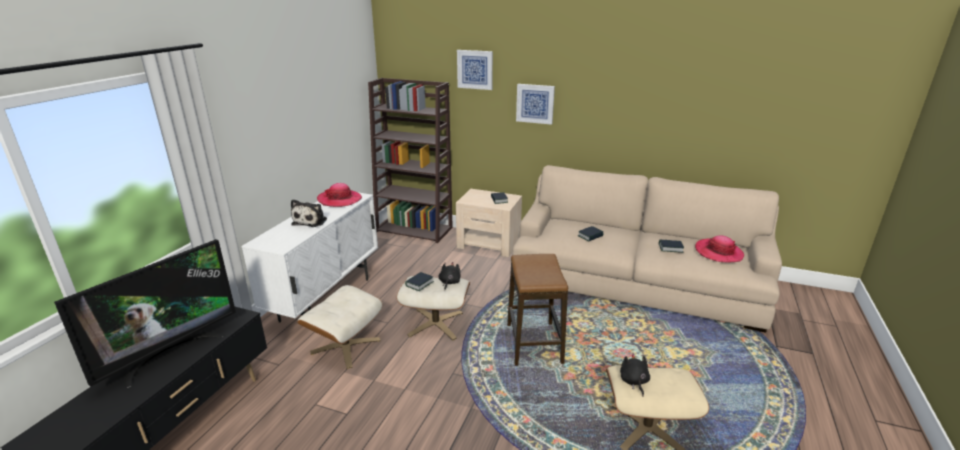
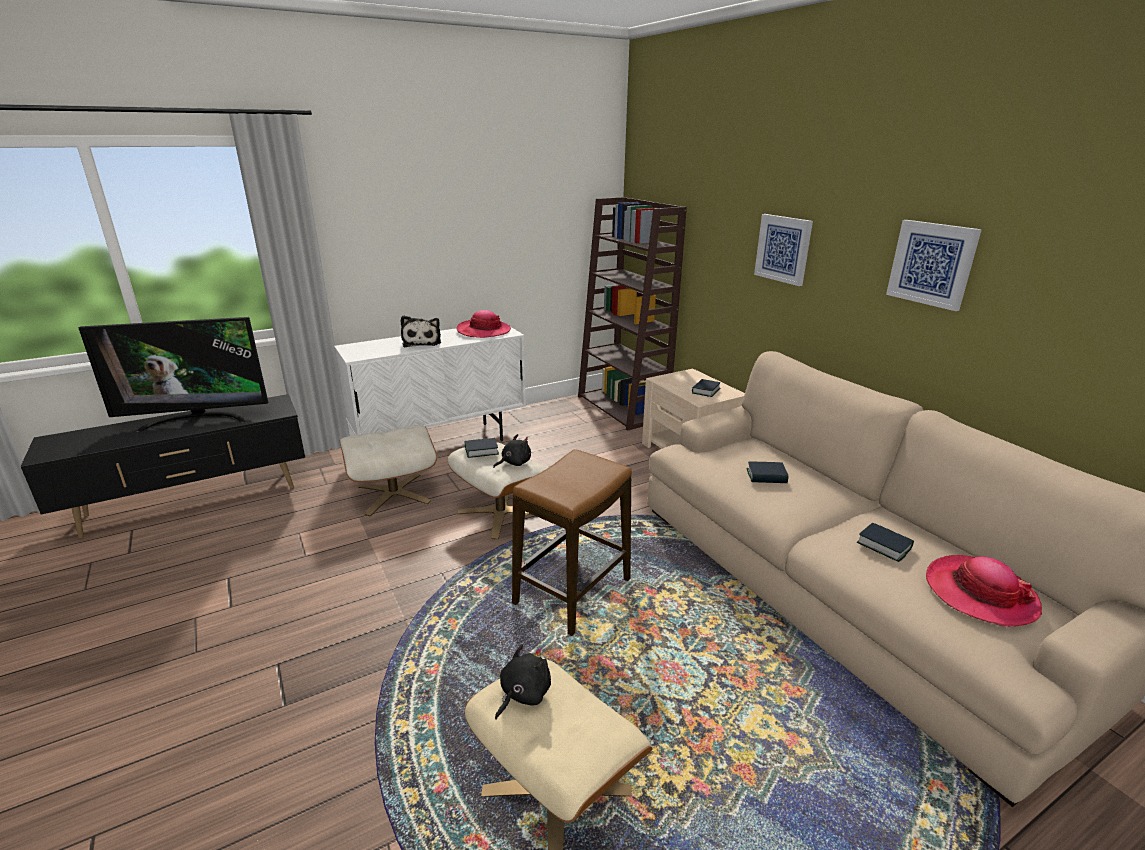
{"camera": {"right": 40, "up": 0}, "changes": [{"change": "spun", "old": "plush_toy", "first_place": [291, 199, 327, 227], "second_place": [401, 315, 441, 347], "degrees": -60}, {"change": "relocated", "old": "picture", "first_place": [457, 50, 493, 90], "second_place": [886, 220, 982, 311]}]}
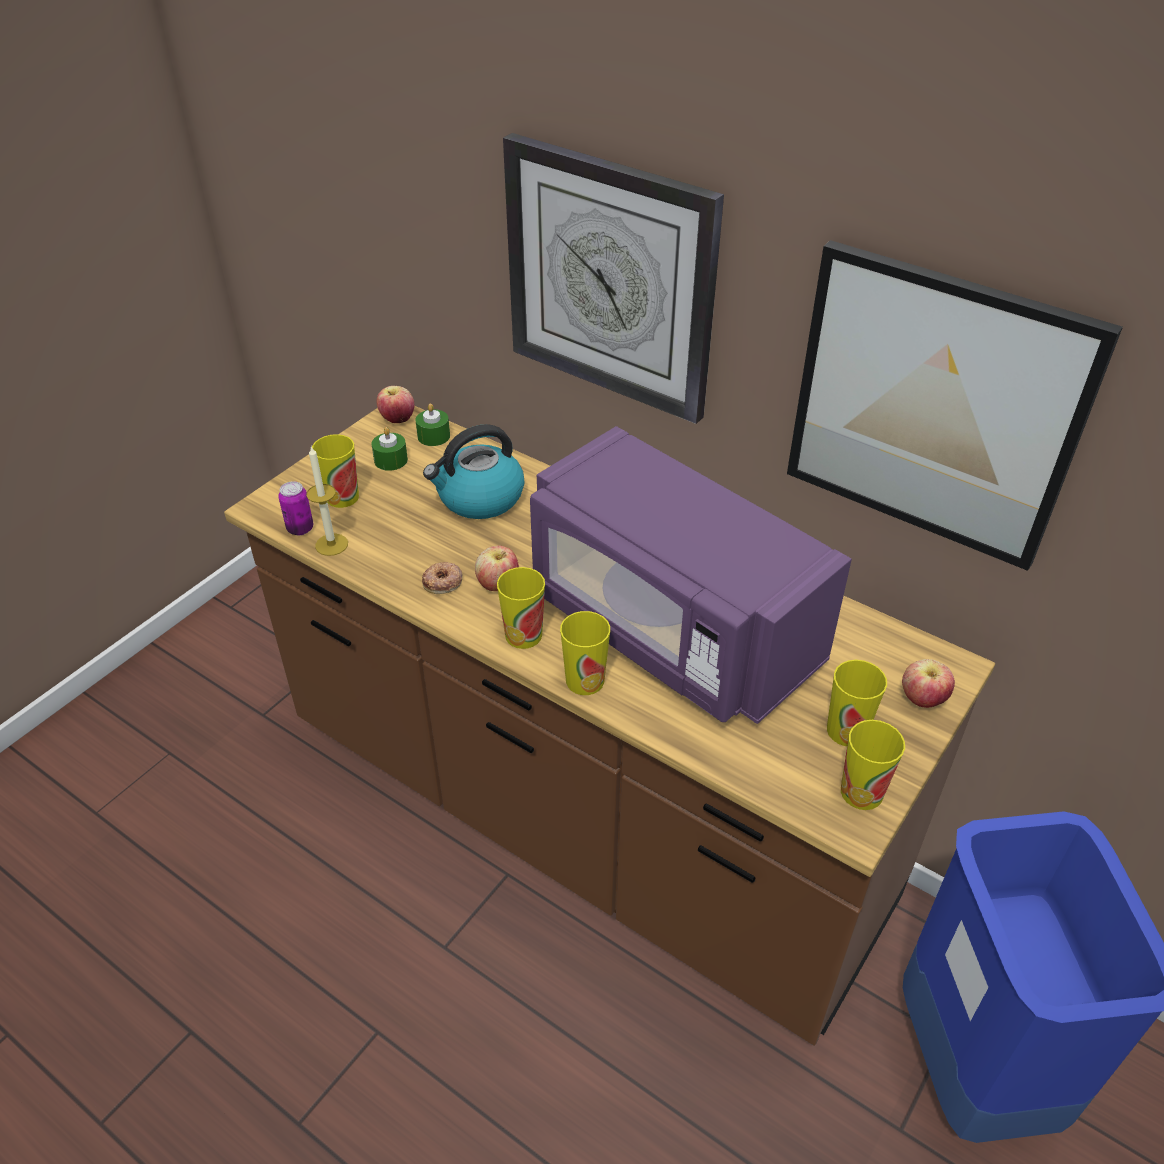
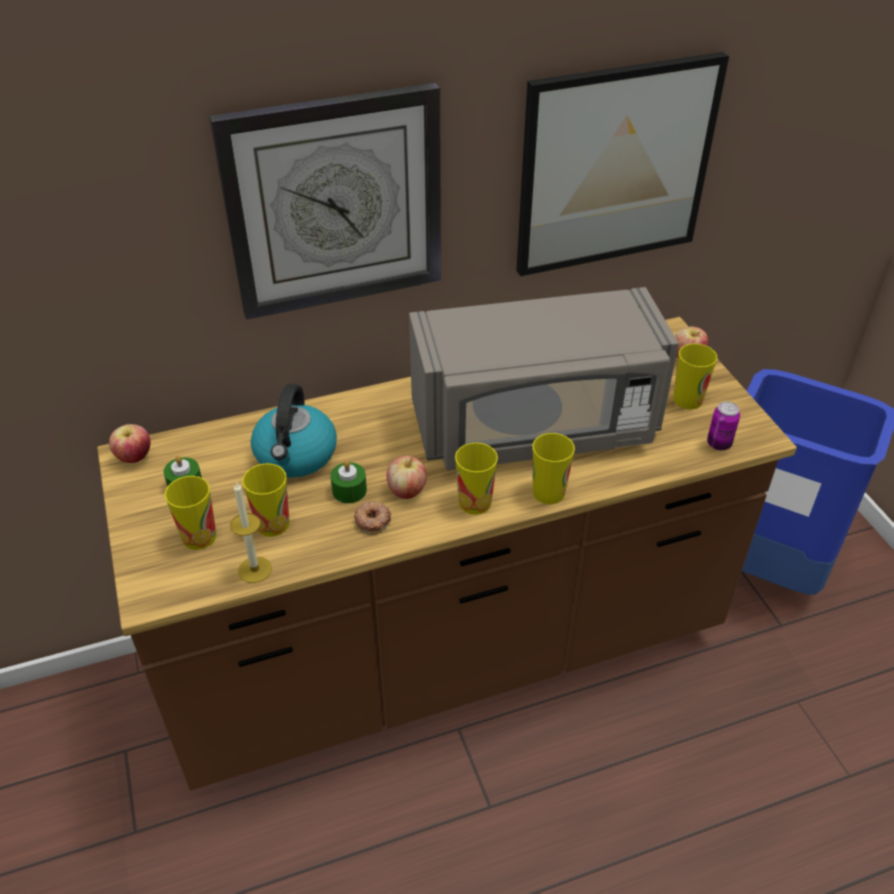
{"camera": {"right": -55, "up": 0}, "changes": [{"change": "relocated", "old": "cup", "first_place": [841, 720, 905, 810], "second_place": [242, 463, 290, 537]}, {"change": "relocated", "old": "green_candle", "first_place": [415, 404, 450, 446], "second_place": [330, 460, 367, 503]}, {"change": "colour", "old": "purple_microwave", "new": "grey_microwave", "first_place": [530, 426, 852, 724], "second_place": [409, 287, 679, 470]}, {"change": "relocated", "old": "can", "first_place": [278, 481, 314, 535], "second_place": [707, 402, 740, 450]}]}
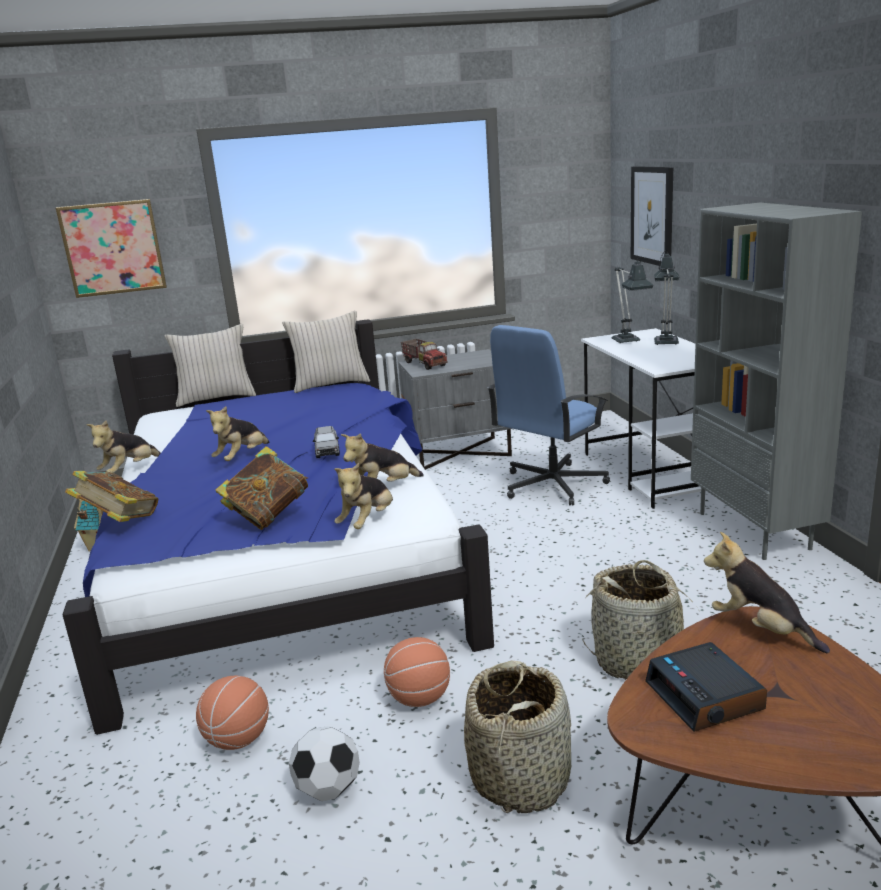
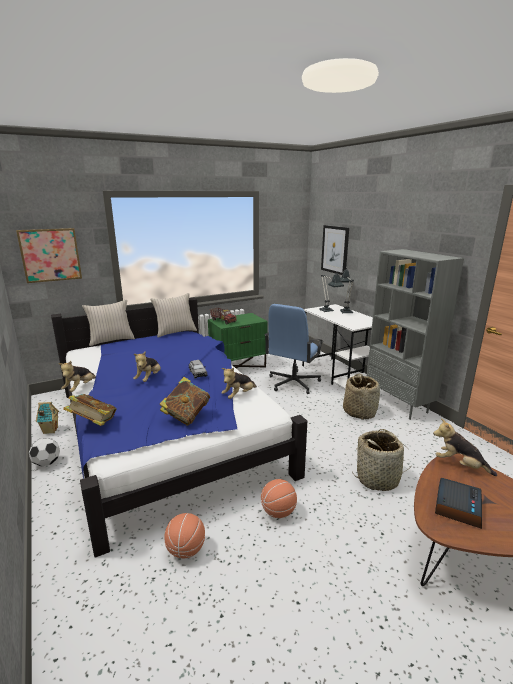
{"camera": {"right": -15, "up": 0}, "changes": [{"change": "relocated", "old": "football", "first_place": [289, 726, 360, 801], "second_place": [29, 438, 60, 467]}, {"change": "colour", "old": "grey_nightstand", "new": "green_nightstand", "first_place": [398, 349, 512, 470], "second_place": [208, 313, 268, 368]}, {"change": "relocated", "old": "basket", "first_place": [464, 661, 571, 813], "second_place": [343, 374, 380, 419]}, {"change": "spun", "old": "alarm_clock", "first_place": [645, 642, 767, 732], "second_place": [435, 478, 482, 529], "degrees": -120}, {"change": "missing", "old": "plush_toy", "first_place": [334, 463, 393, 529]}]}
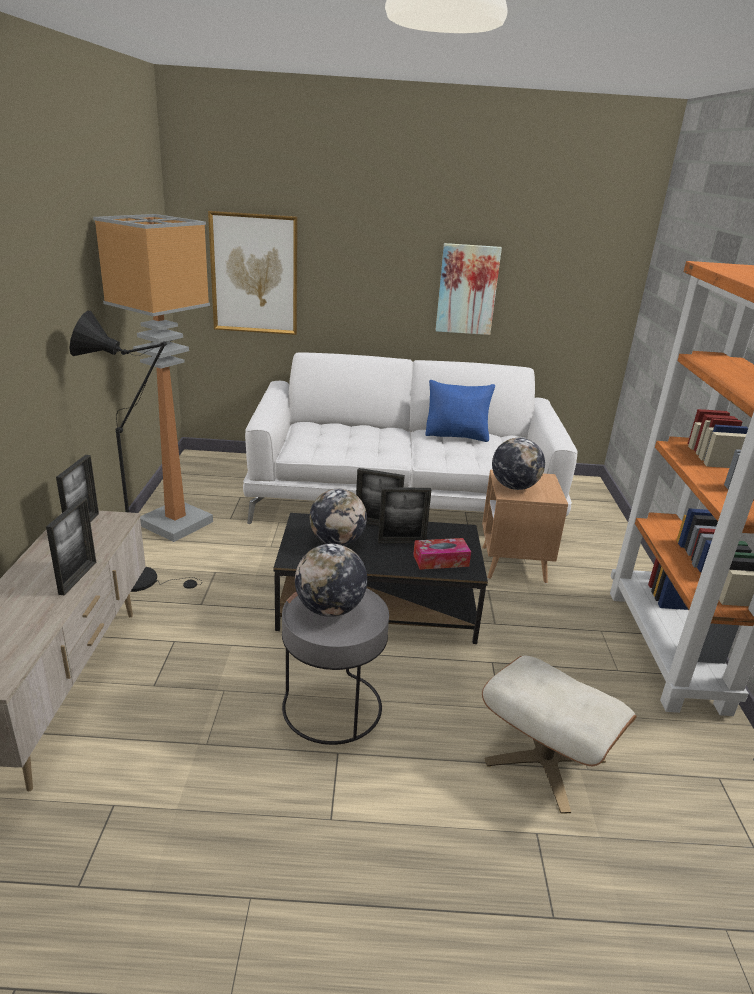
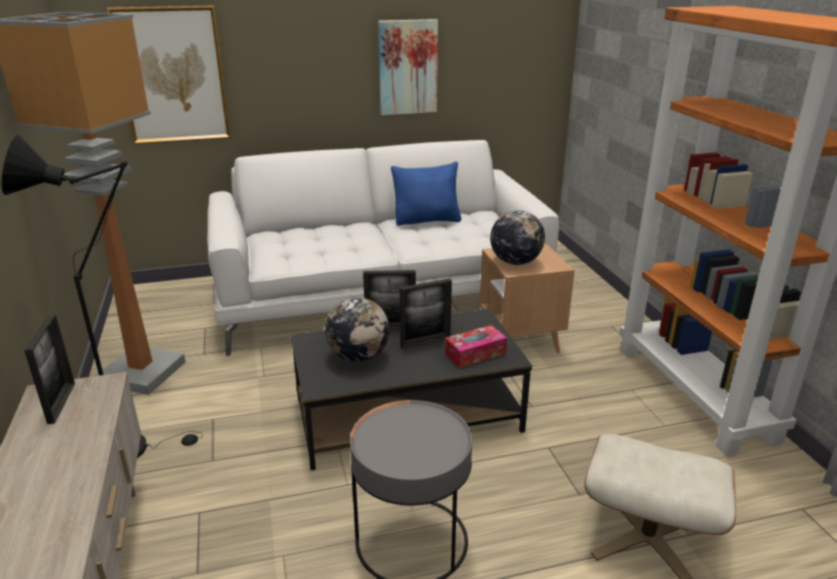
{"camera": {"right": -15, "up": 0}, "changes": [{"change": "missing", "old": "picture_frame", "first_place": [46, 497, 96, 595]}, {"change": "missing", "old": "globe", "first_place": [295, 544, 367, 617]}]}
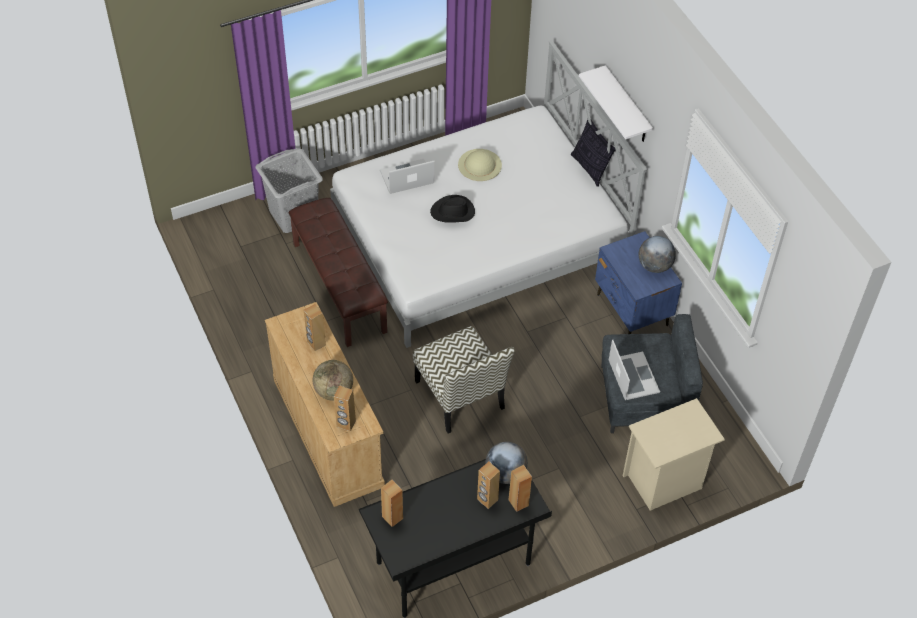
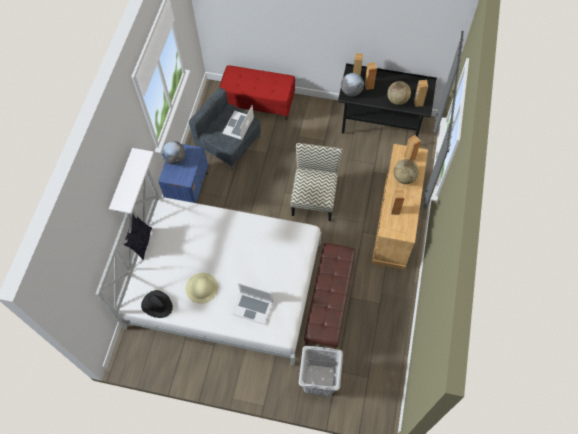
{"camera": {"right": -140, "up": 10}, "changes": [{"change": "relocated", "old": "black_hat", "first_place": [430, 195, 475, 223], "second_place": [141, 290, 173, 318]}, {"change": "exchanged", "old": "beige_nightstand", "new": "red_bench", "first_place": [623, 398, 725, 511], "second_place": [219, 65, 295, 120]}, {"change": "appeared", "new": "globe", "second_place": [387, 81, 411, 105]}]}
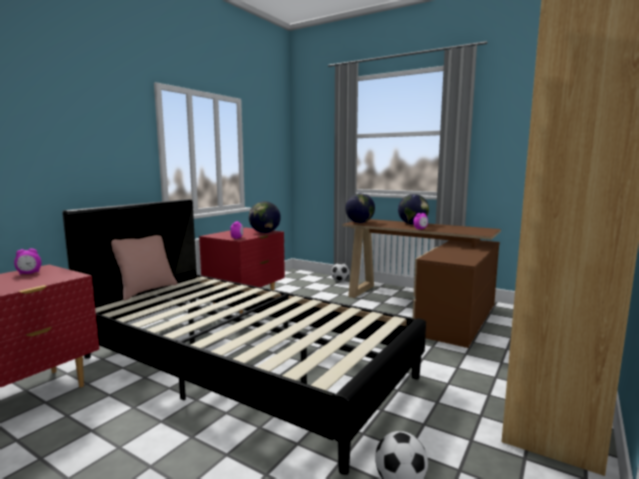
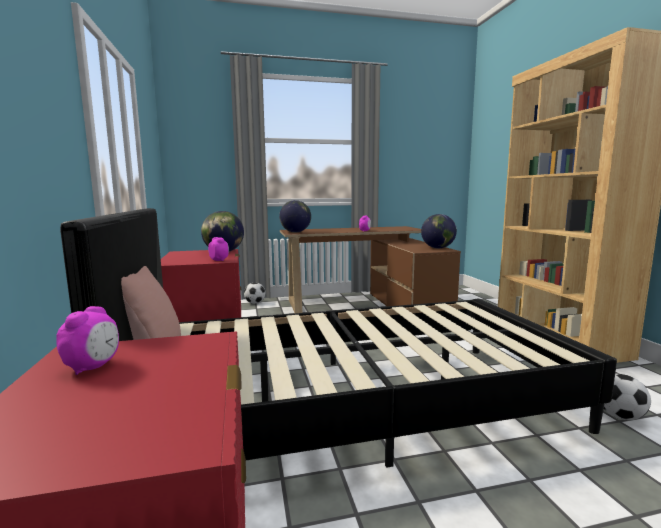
{"camera": {"right": -45, "up": 0}, "changes": [{"change": "relocated", "old": "globe", "first_place": [398, 194, 429, 225], "second_place": [421, 214, 457, 249]}]}
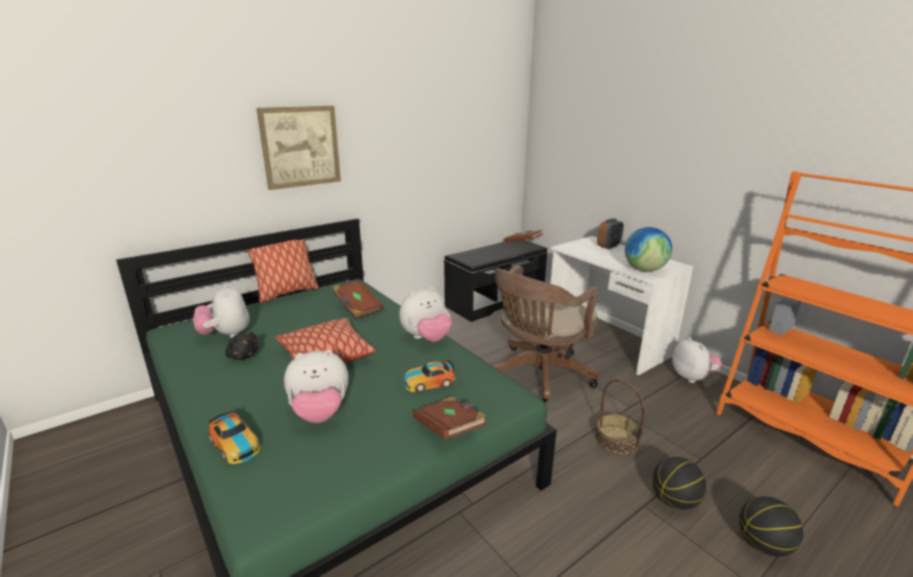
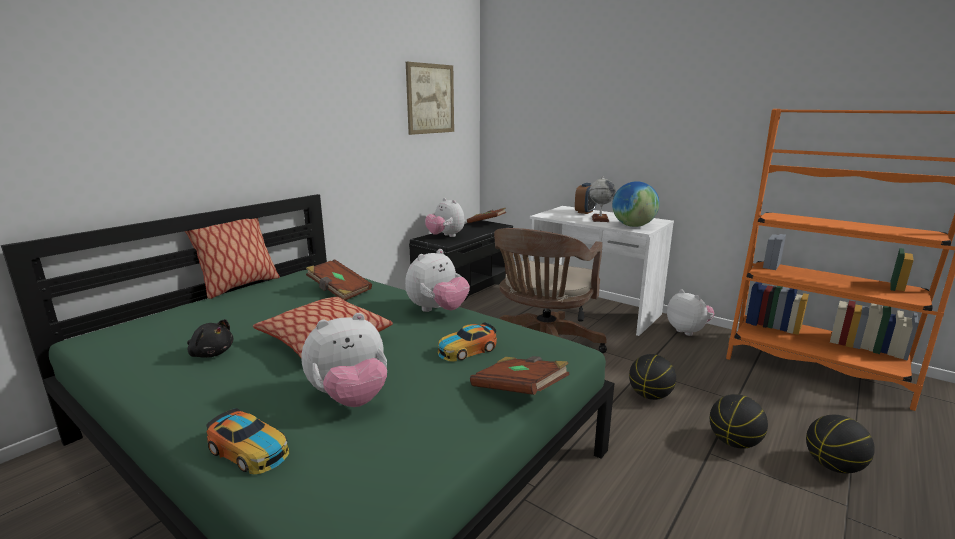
{"camera": {"right": -15, "up": -5}, "changes": [{"change": "relocated", "old": "picture", "first_place": [257, 106, 341, 190], "second_place": [406, 62, 454, 135]}, {"change": "relocated", "old": "plush_toy", "first_place": [193, 284, 250, 338], "second_place": [425, 198, 465, 237]}, {"change": "appeared", "new": "globe", "second_place": [589, 176, 616, 222]}, {"change": "exchanged", "old": "basket", "new": "basketball", "first_place": [595, 379, 645, 455], "second_place": [629, 354, 676, 400]}]}
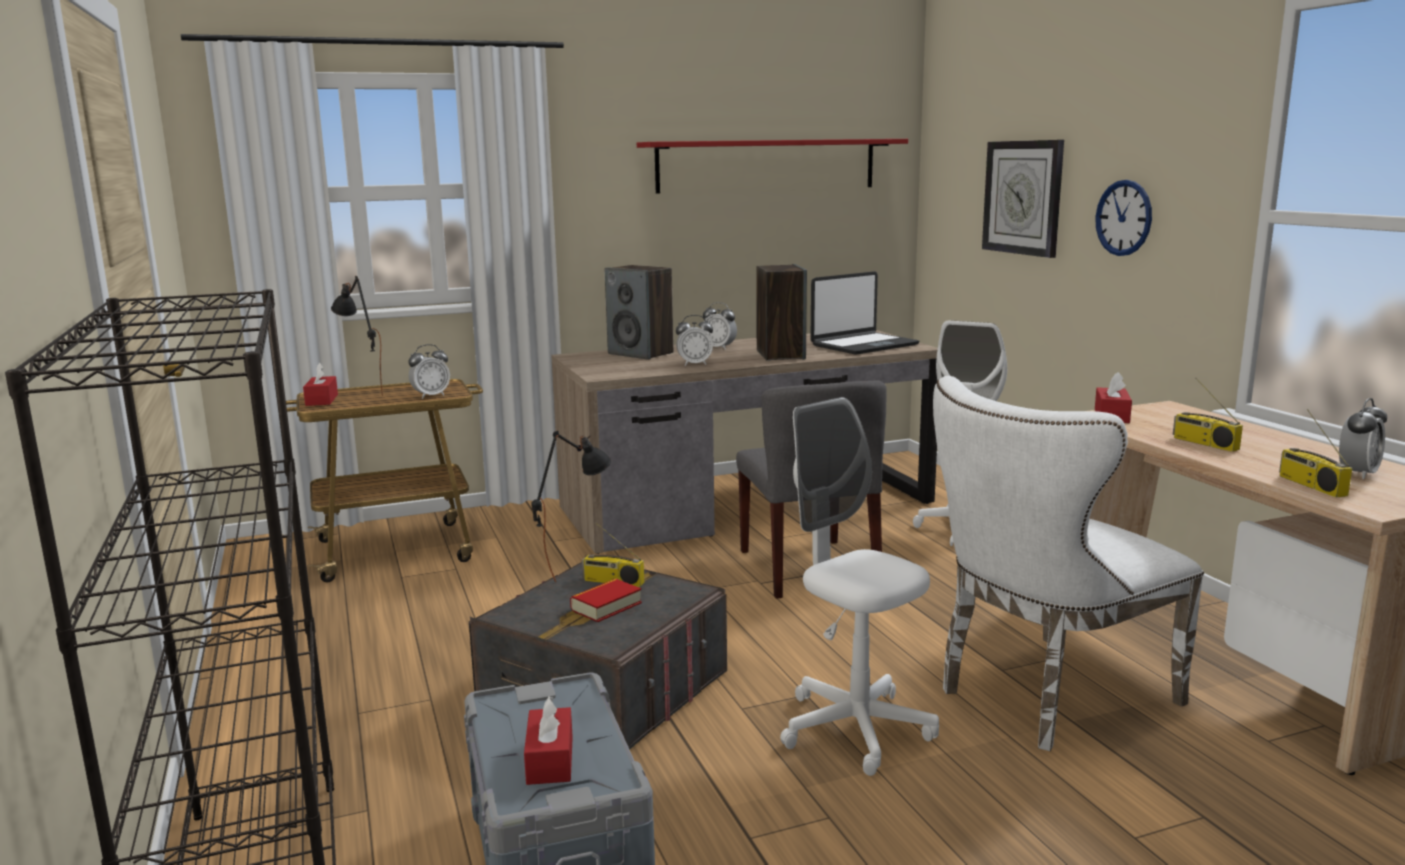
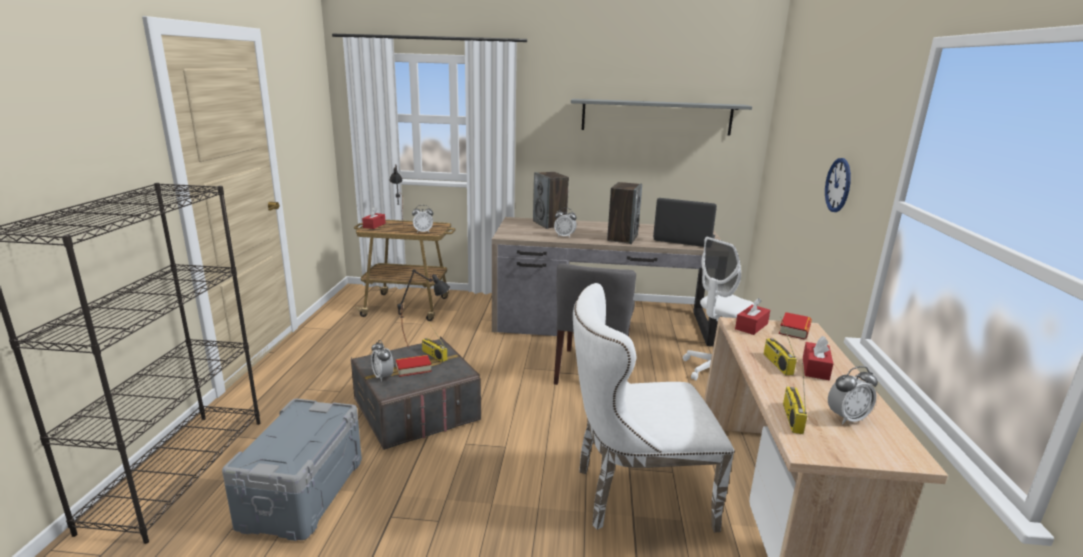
{"camera": {"right": 25, "up": 5}, "changes": [{"change": "relocated", "old": "alarm_clock", "first_place": [702, 302, 737, 350], "second_place": [371, 340, 394, 382]}, {"change": "colour", "old": "red_shelf", "new": "grey_shelf", "first_place": [637, 139, 908, 194], "second_place": [571, 99, 752, 136]}, {"change": "spun", "old": "laptop", "first_place": [810, 271, 919, 355], "second_place": [653, 198, 717, 247], "degrees": -150}, {"change": "appeared", "new": "book", "second_place": [779, 312, 812, 339]}, {"change": "relocated", "old": "red_tissue_box", "first_place": [524, 696, 573, 785], "second_place": [803, 336, 833, 380]}, {"change": "missing", "old": "white_office_chair", "first_place": [780, 397, 939, 776]}, {"change": "missing", "old": "wall_clock", "first_place": [982, 140, 1064, 258]}]}
